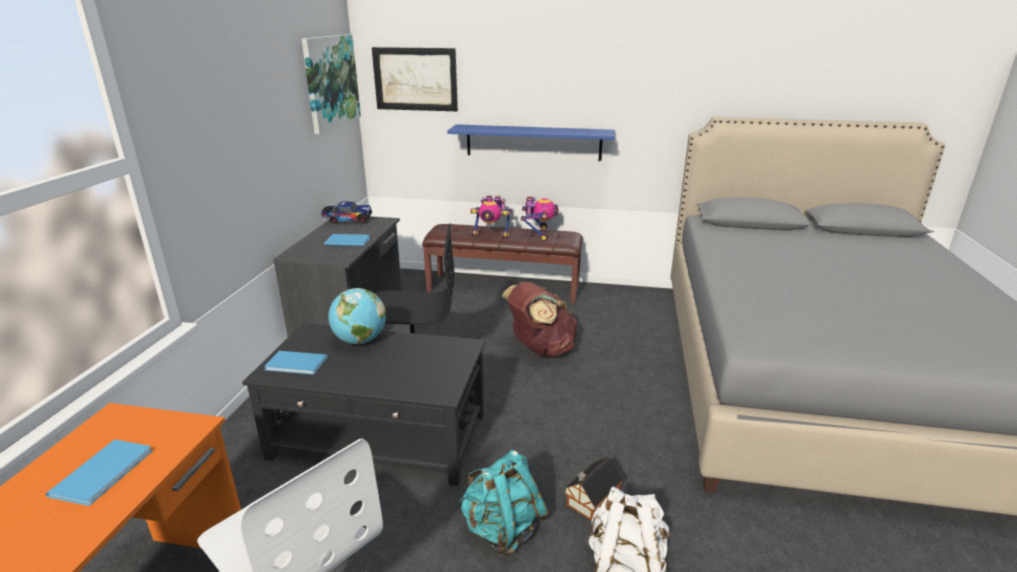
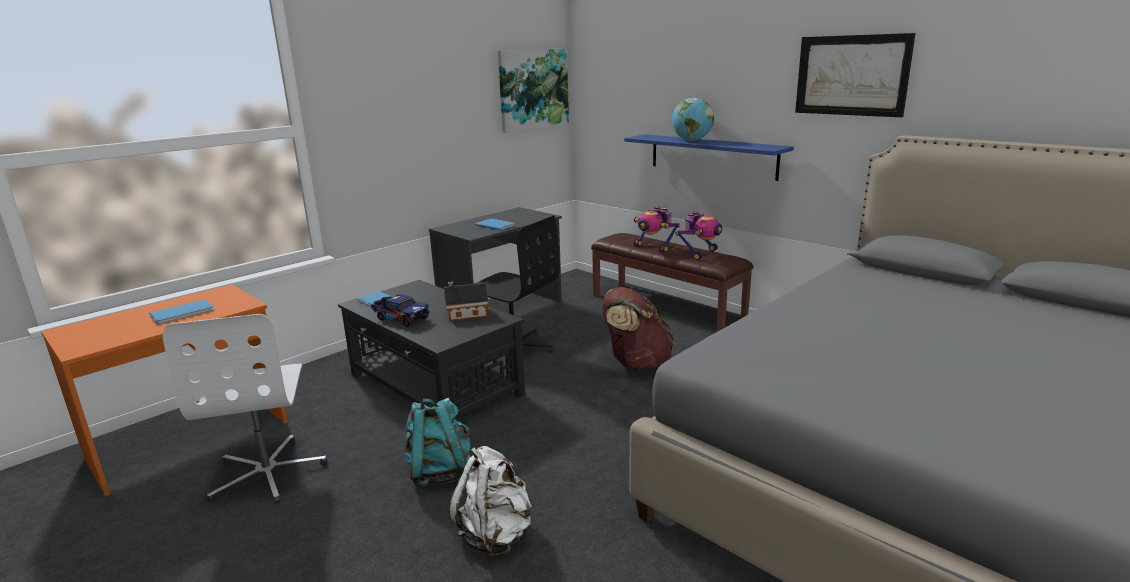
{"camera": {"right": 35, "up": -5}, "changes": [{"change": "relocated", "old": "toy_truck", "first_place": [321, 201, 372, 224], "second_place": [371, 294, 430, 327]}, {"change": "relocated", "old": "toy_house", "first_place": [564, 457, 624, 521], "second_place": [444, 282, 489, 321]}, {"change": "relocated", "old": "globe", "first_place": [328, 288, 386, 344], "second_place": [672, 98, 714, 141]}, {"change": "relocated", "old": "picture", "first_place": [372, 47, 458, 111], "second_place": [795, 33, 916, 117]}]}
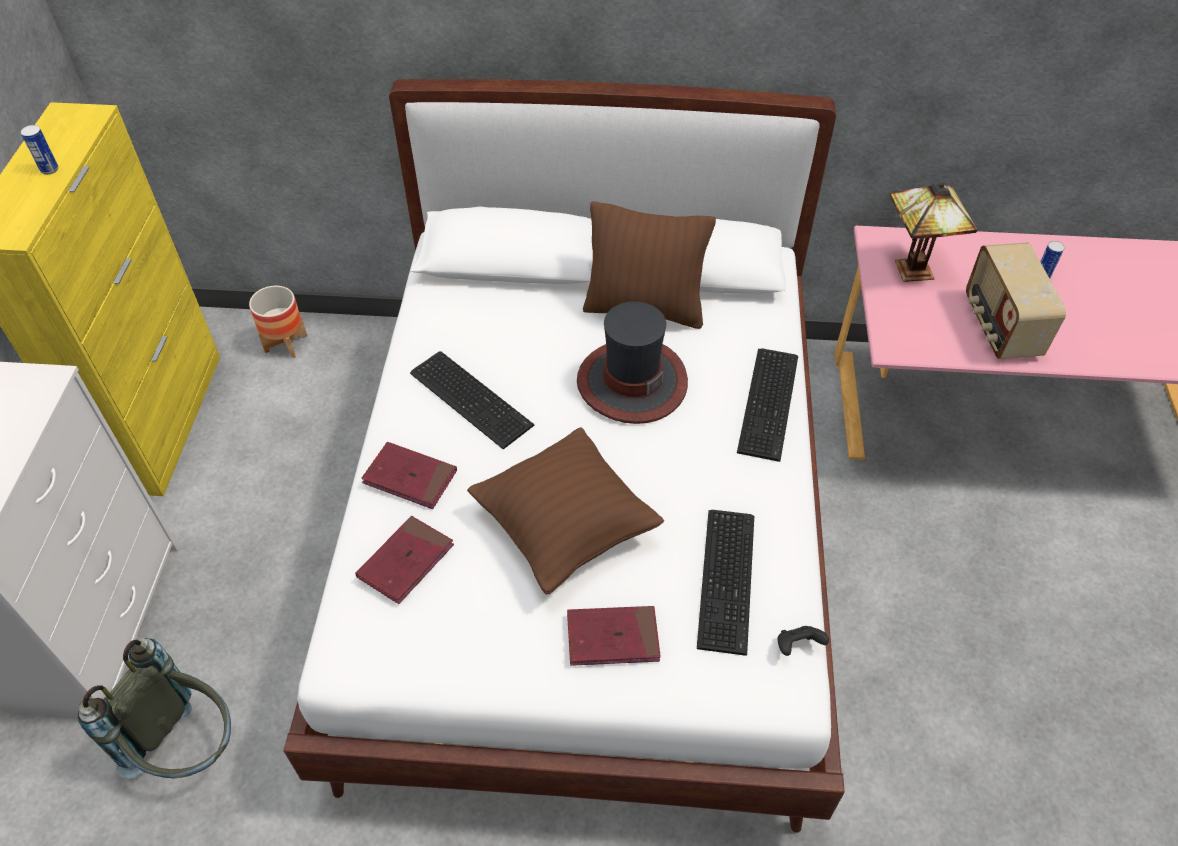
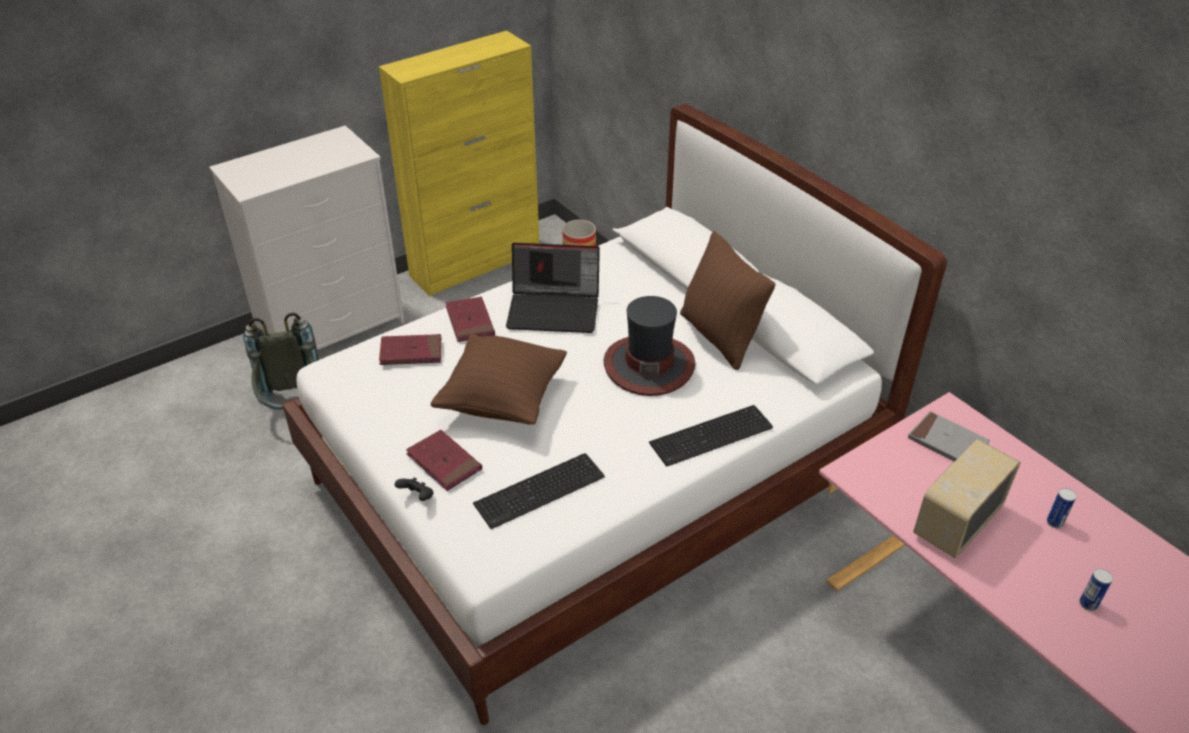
{"camera": {"right": 50, "up": -10}, "changes": [{"change": "relocated", "old": "black_game_controller", "first_place": [777, 626, 829, 656], "second_place": [395, 477, 434, 501]}, {"change": "exchanged", "old": "keyboard", "new": "laptop", "first_place": [410, 351, 534, 449], "second_place": [506, 243, 600, 333]}, {"change": "exchanged", "old": "table_lamp", "new": "grey_book", "first_place": [889, 183, 977, 282], "second_place": [908, 411, 990, 461]}, {"change": "relocated", "old": "can", "first_place": [21, 125, 58, 175], "second_place": [1079, 569, 1113, 611]}]}
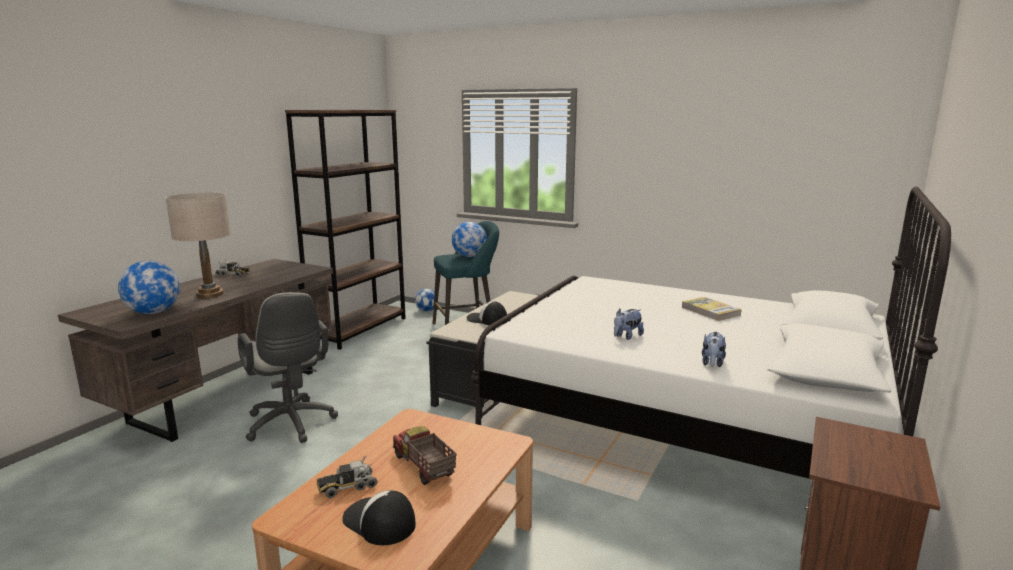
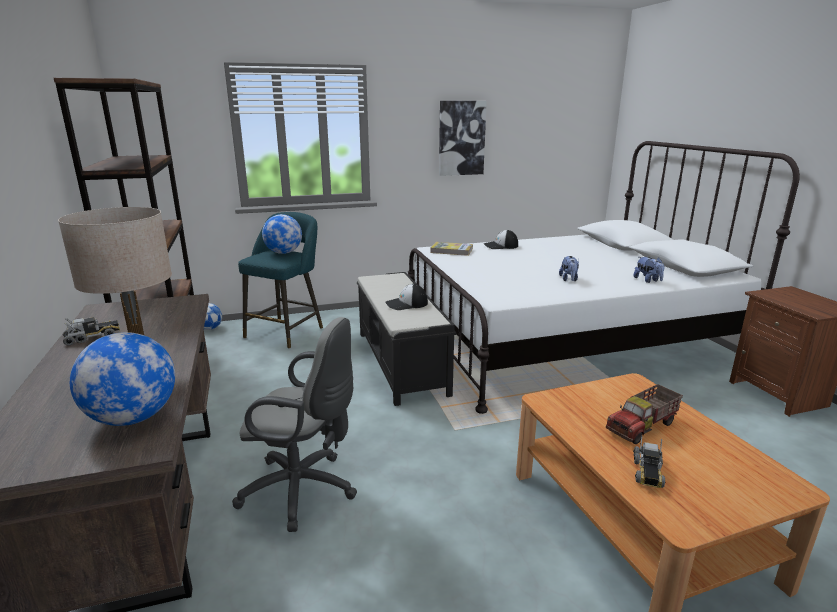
{"camera": {"right": -45, "up": 5}, "changes": [{"change": "relocated", "old": "book", "first_place": [681, 297, 742, 321], "second_place": [431, 242, 473, 256]}, {"change": "appeared", "new": "picture", "second_place": [439, 101, 487, 176]}, {"change": "relocated", "old": "cap", "first_place": [342, 490, 416, 545], "second_place": [484, 230, 518, 249]}, {"change": "spun", "old": "toy_truck", "first_place": [393, 426, 457, 485], "second_place": [606, 384, 683, 444], "degrees": -45}]}
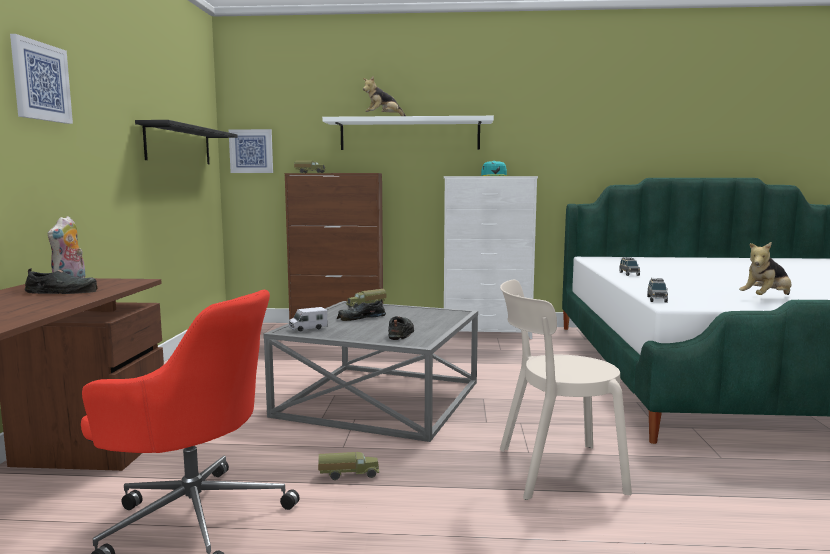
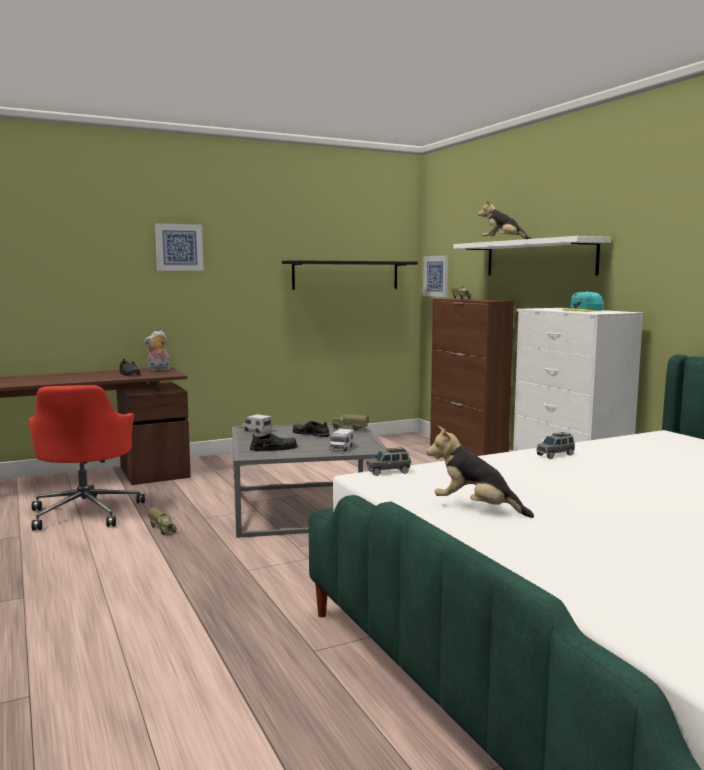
{"camera": {"right": 60, "up": 0}, "changes": [{"change": "appeared", "new": "toy_truck", "second_place": [329, 429, 354, 451]}, {"change": "missing", "old": "beige_chair", "first_place": [500, 280, 632, 500]}]}
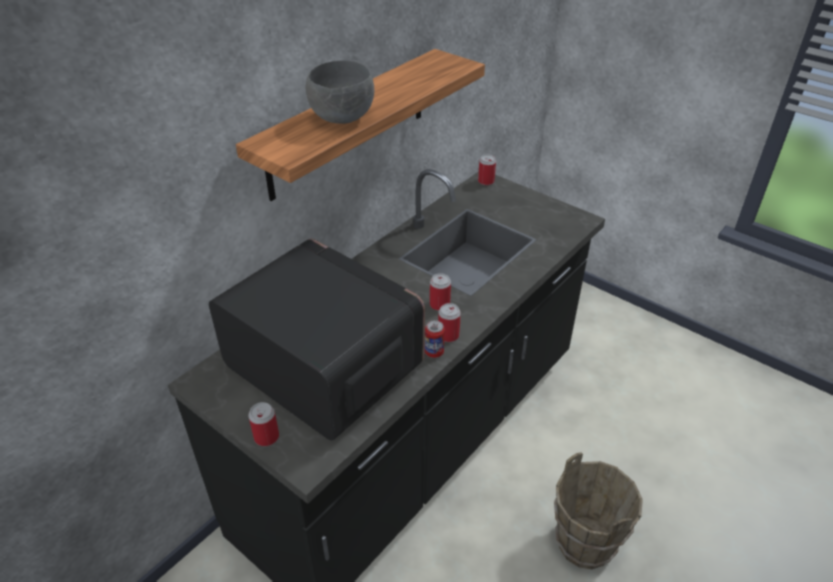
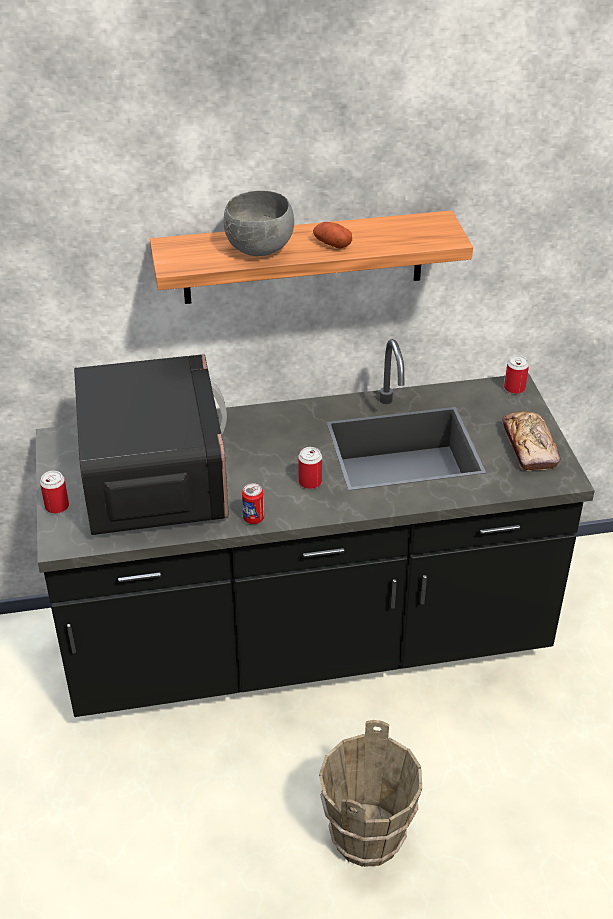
{"camera": {"right": 40, "up": 0}, "changes": [{"change": "appeared", "new": "potato", "second_place": [313, 222, 352, 249]}, {"change": "appeared", "new": "bread", "second_place": [503, 412, 561, 471]}, {"change": "missing", "old": "can", "first_place": [438, 303, 461, 342]}]}
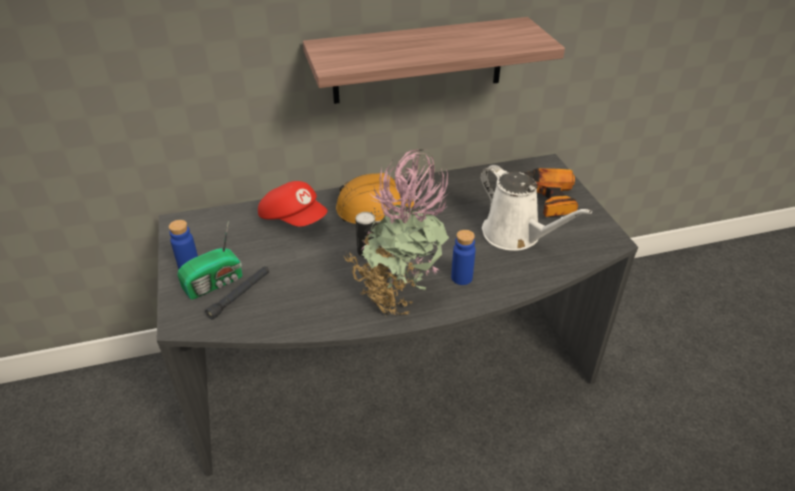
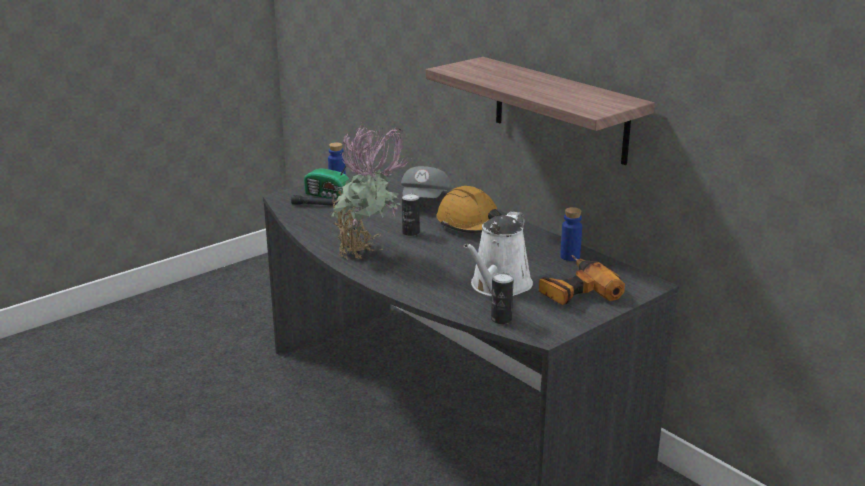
{"camera": {"right": 65, "up": -15}, "changes": [{"change": "colour", "old": "red_cap", "new": "grey_cap", "first_place": [258, 181, 328, 227], "second_place": [401, 166, 452, 198]}, {"change": "appeared", "new": "can", "second_place": [491, 273, 513, 324]}, {"change": "relocated", "old": "blue_bottle", "first_place": [451, 230, 476, 285], "second_place": [560, 207, 582, 261]}]}
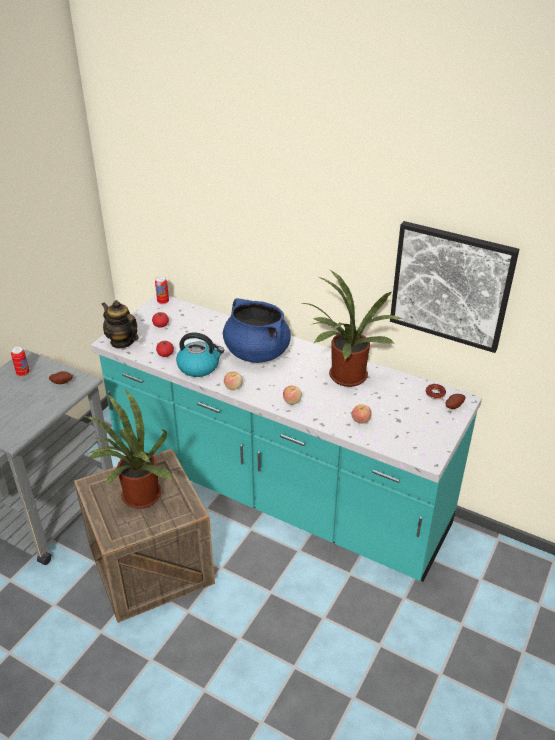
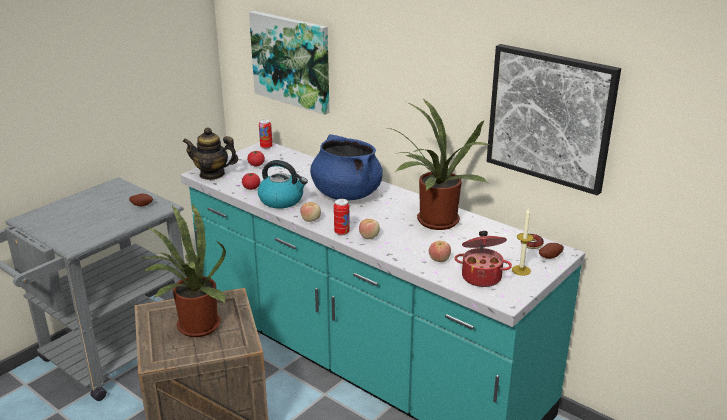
{"camera": {"right": 10, "up": -10}, "changes": [{"change": "spun", "old": "teapot", "first_place": [101, 300, 138, 349], "second_place": [183, 127, 239, 180], "degrees": -45}, {"change": "appeared", "new": "picture", "second_place": [249, 11, 329, 115]}, {"change": "relocated", "old": "can", "first_place": [11, 346, 30, 377], "second_place": [334, 199, 350, 236]}, {"change": "appeared", "new": "cooking_pot", "second_place": [455, 231, 512, 287]}, {"change": "appeared", "new": "candle", "second_place": [512, 207, 534, 276]}]}
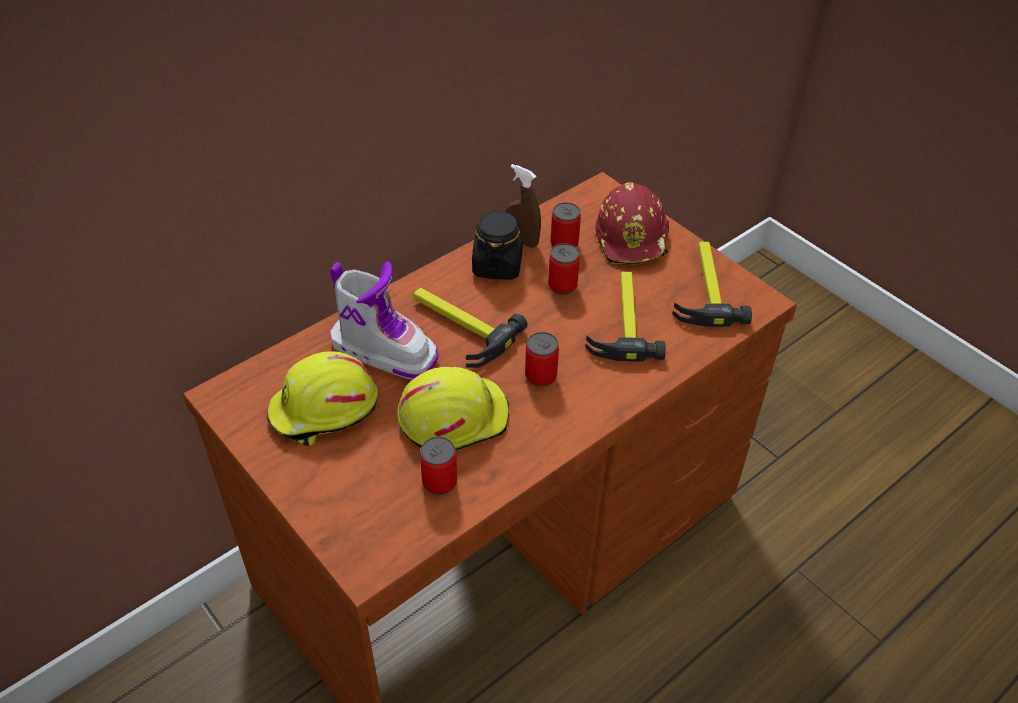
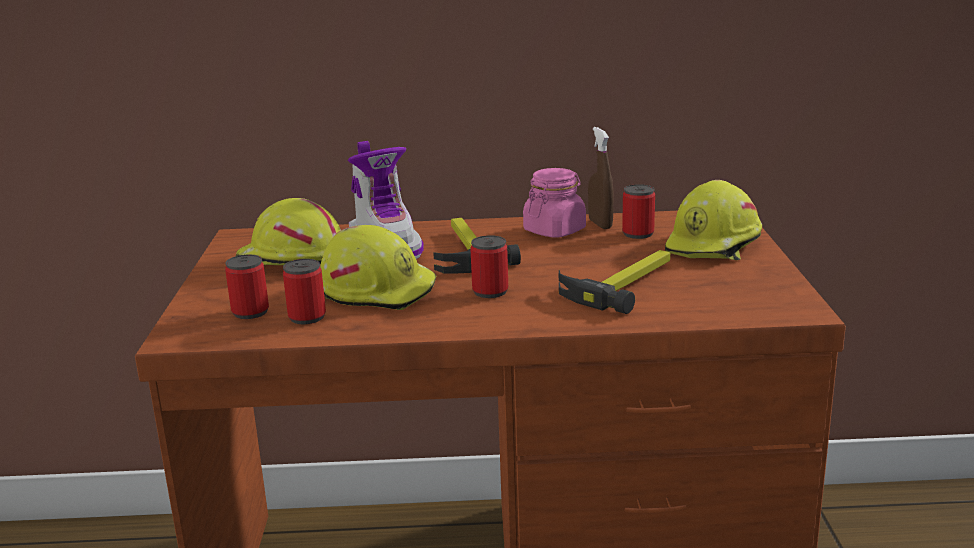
{"camera": {"right": 40, "up": -25}, "changes": [{"change": "relocated", "old": "can", "first_place": [548, 243, 580, 295], "second_place": [225, 255, 269, 319]}, {"change": "colour", "old": "black_jar", "new": "pink_jar", "first_place": [472, 210, 523, 280], "second_place": [523, 168, 586, 238]}, {"change": "colour", "old": "red_hard_hat", "new": "yellow_hard_hat", "first_place": [596, 182, 669, 265], "second_place": [665, 180, 762, 260]}, {"change": "missing", "old": "hammer", "first_place": [672, 242, 752, 327]}]}
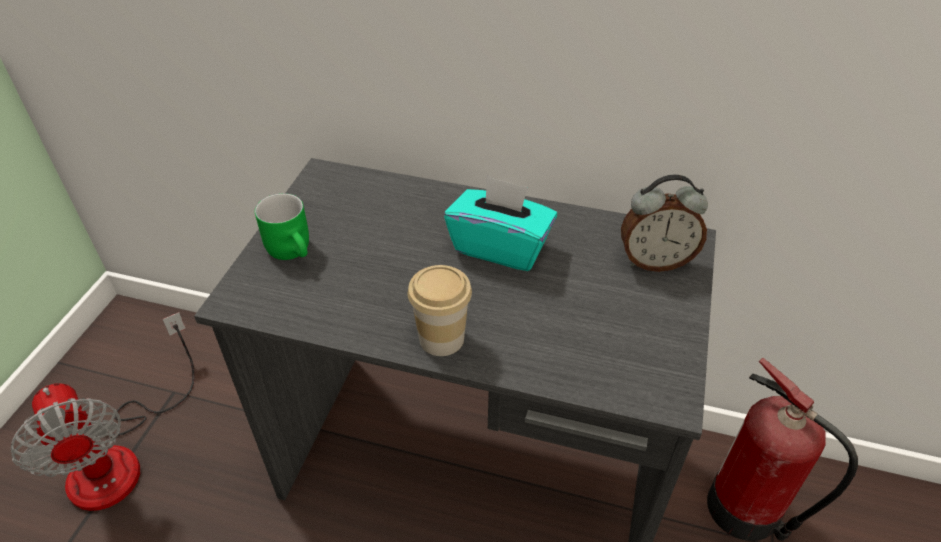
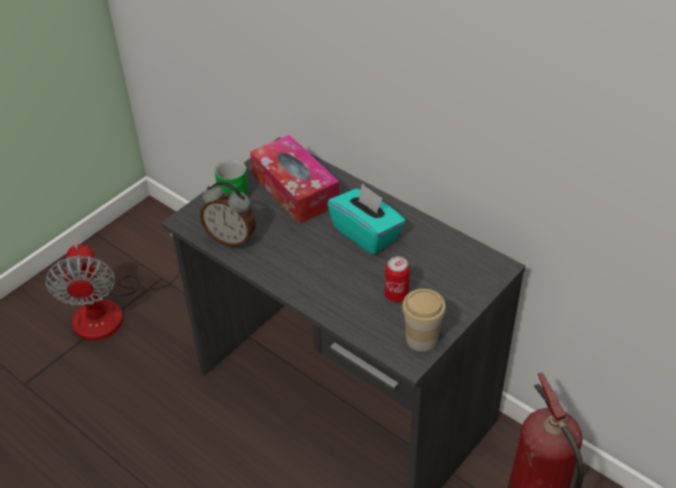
{"camera": {"right": 25, "up": 0}, "changes": [{"change": "relocated", "old": "alarm_clock", "first_place": [621, 174, 708, 272], "second_place": [200, 181, 256, 247]}, {"change": "appeared", "new": "tissue_box", "second_place": [250, 135, 339, 224]}, {"change": "appeared", "new": "can", "second_place": [385, 256, 410, 303]}, {"change": "relocated", "old": "cup", "first_place": [408, 265, 472, 356], "second_place": [402, 289, 446, 351]}]}
